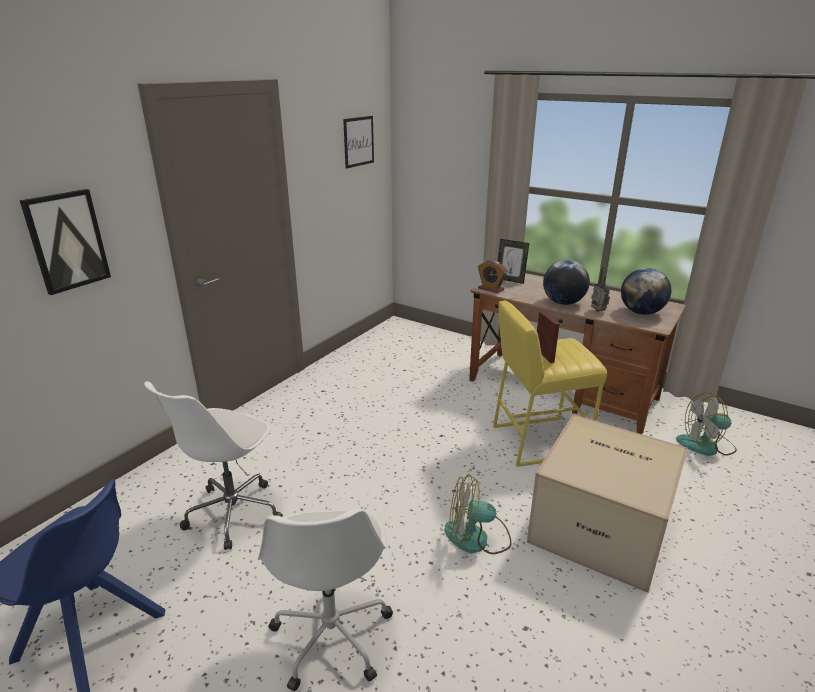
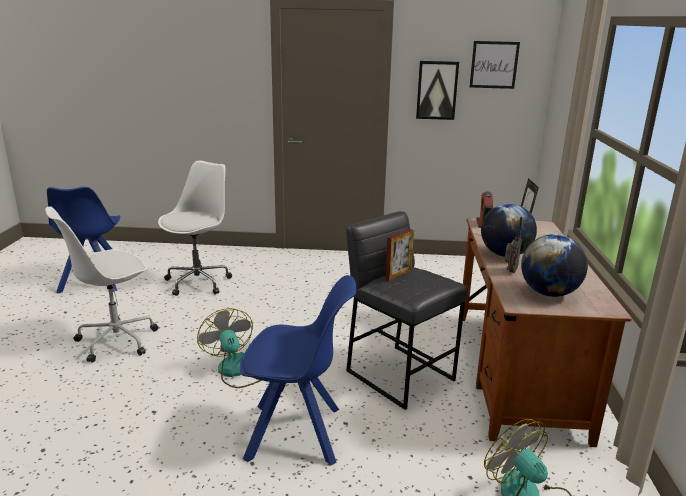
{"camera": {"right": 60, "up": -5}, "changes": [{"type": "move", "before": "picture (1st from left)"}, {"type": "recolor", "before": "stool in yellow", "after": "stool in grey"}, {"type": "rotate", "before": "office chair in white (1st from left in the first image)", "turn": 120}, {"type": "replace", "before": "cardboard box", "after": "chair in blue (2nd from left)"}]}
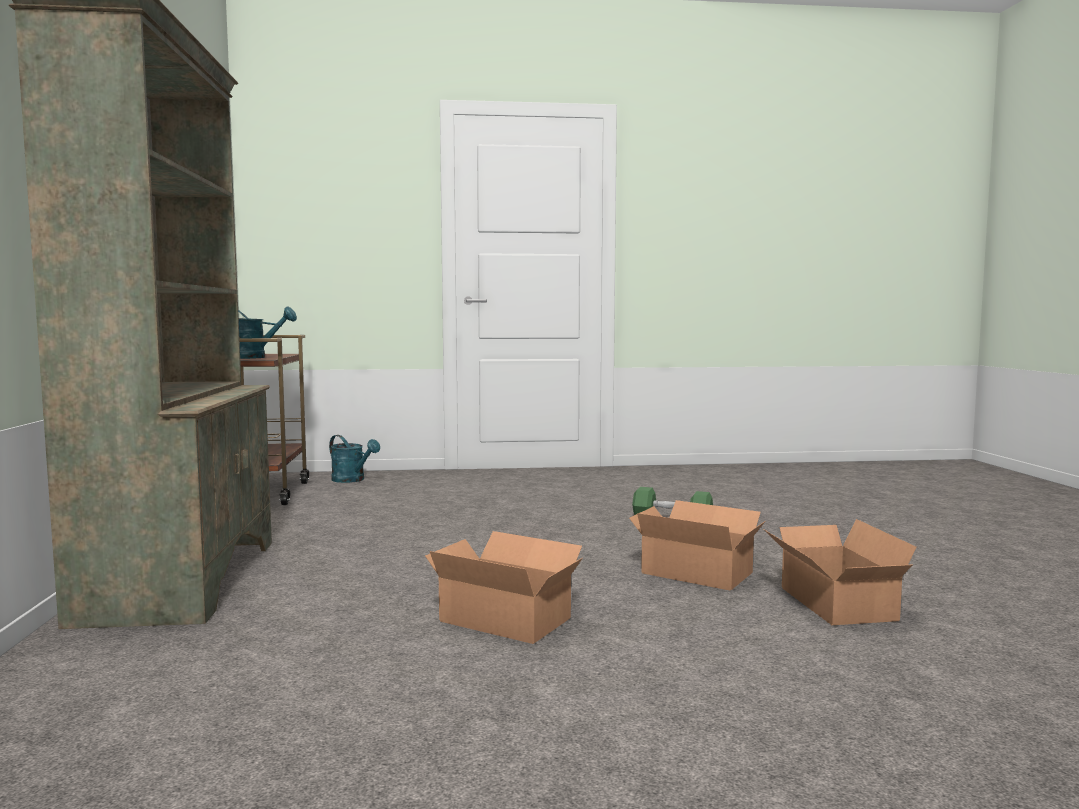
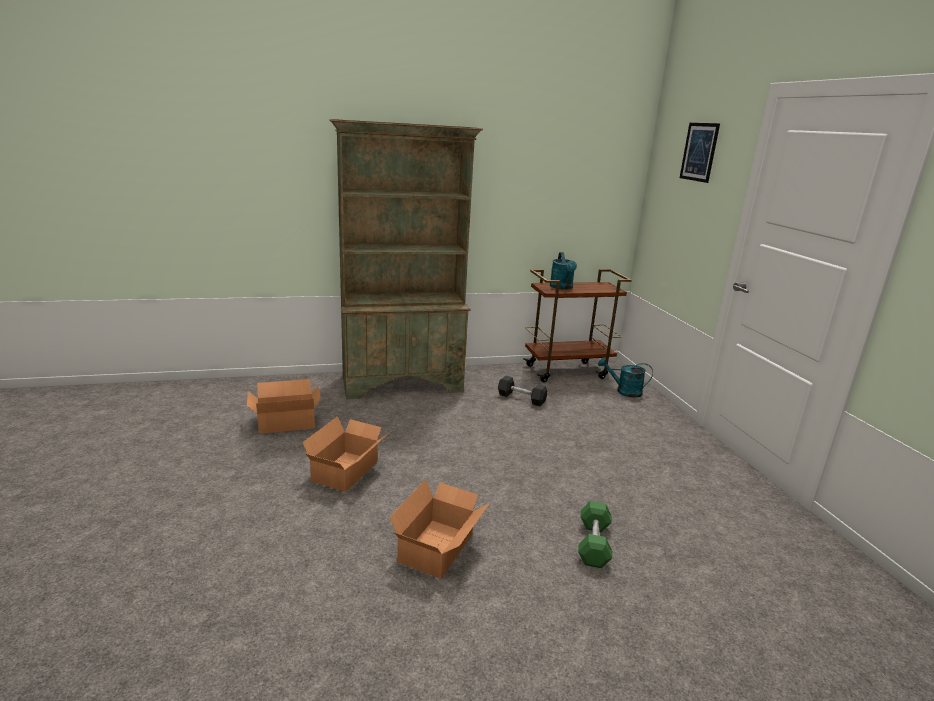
{"camera": {"right": 80, "up": 15}, "changes": [{"type": "rotate", "before": "watering can in turquoise (2nd from left)", "turn": 75}, {"type": "move", "before": "cardboard box (3rd from left in the first image)", "after": "cardboard box (1st from left)"}, {"type": "insert", "after": "picture"}, {"type": "insert", "after": "dumbbell in grey"}]}
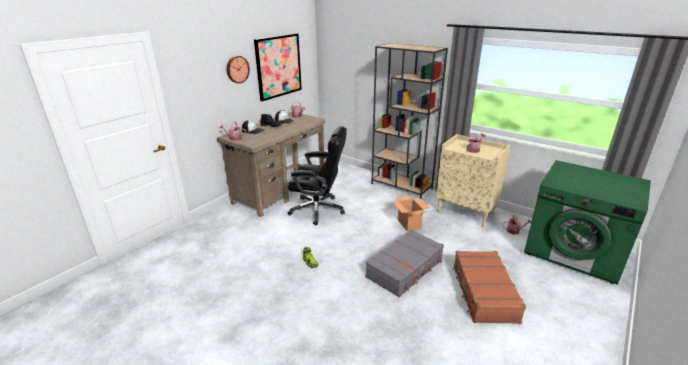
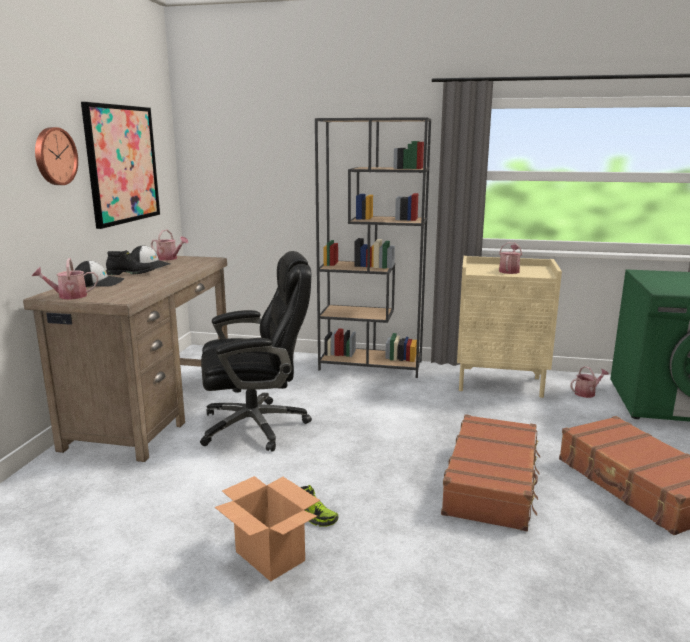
{"camera": {"right": -25, "up": -10}, "changes": [{"type": "move", "before": "cardboard box"}, {"type": "recolor", "before": "suitcase in grey", "after": "suitcase in brown (1st from left)"}]}
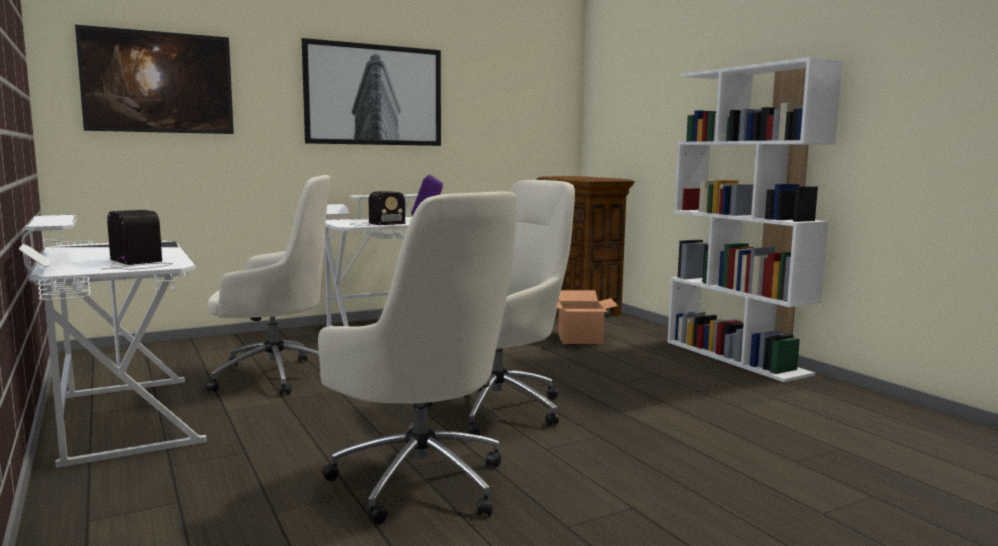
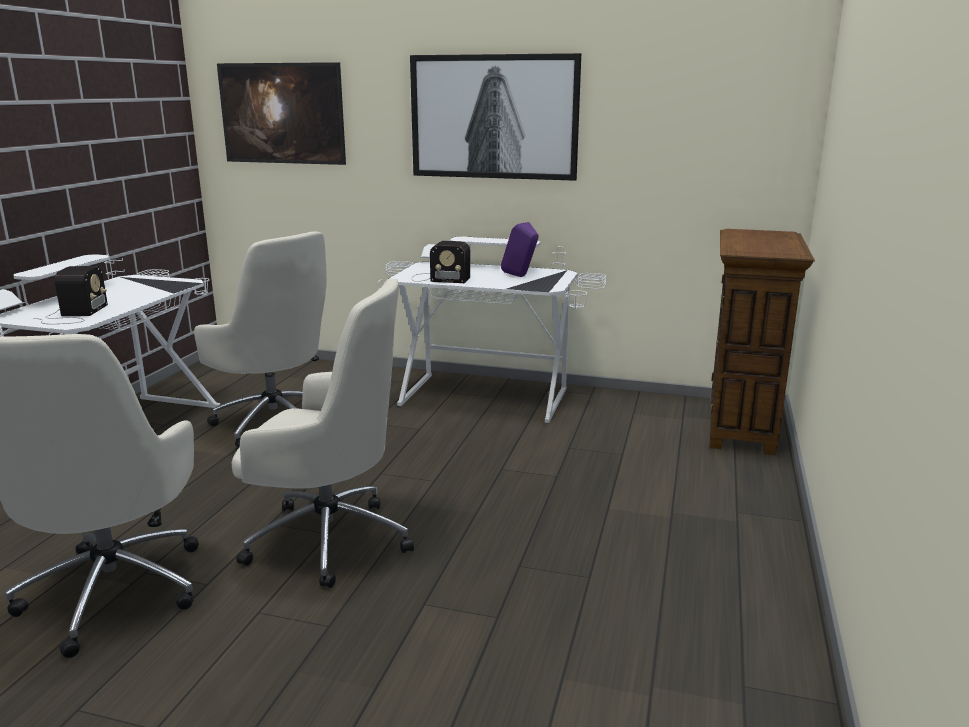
{"camera": {"right": 45, "up": 10}, "changes": [{"type": "delete", "before": "bookcase in white"}, {"type": "delete", "before": "cardboard box"}]}
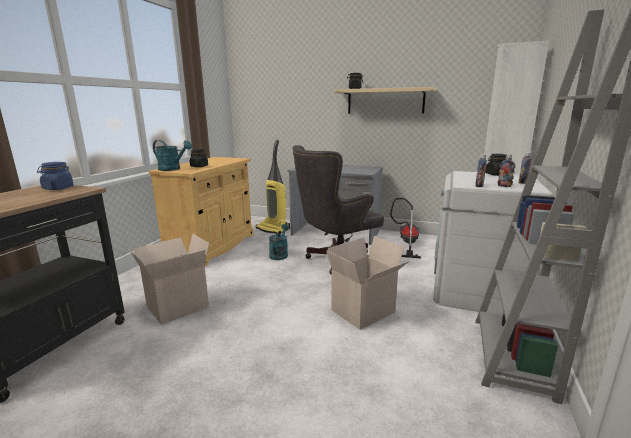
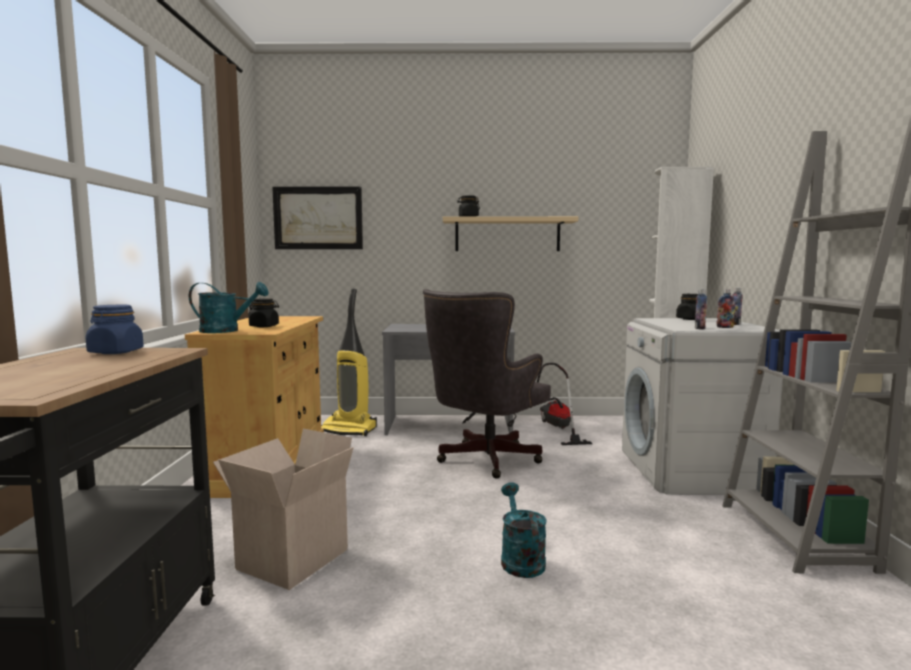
{"camera": {"right": -20, "up": -10}, "changes": [{"type": "move", "before": "watering can in turquoise (2nd from left)"}, {"type": "delete", "before": "cardboard box (2nd from left)"}, {"type": "insert", "after": "picture"}]}
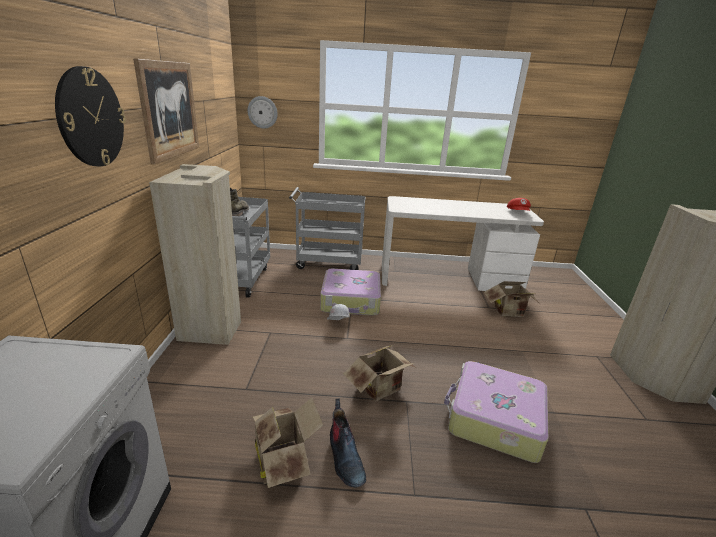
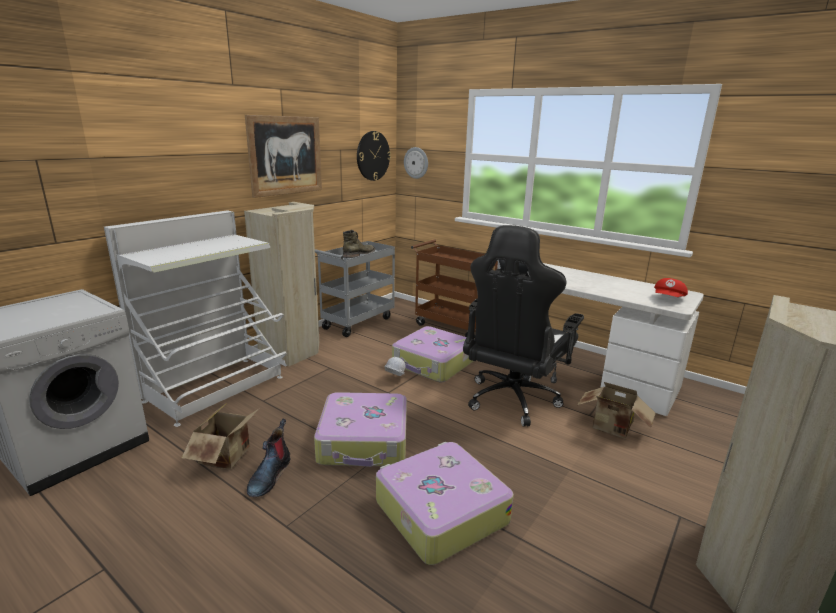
{"camera": {"right": 35, "up": -5}, "changes": [{"type": "move", "before": "wall clock (1st from left)"}, {"type": "recolor", "before": "cart in grey (2nd from left)", "after": "cart in brown"}, {"type": "replace", "before": "cardboard box (2nd from left)", "after": "suitcase (1st from left)"}, {"type": "insert", "after": "shoe rack in white"}, {"type": "insert", "after": "office chair in black"}]}
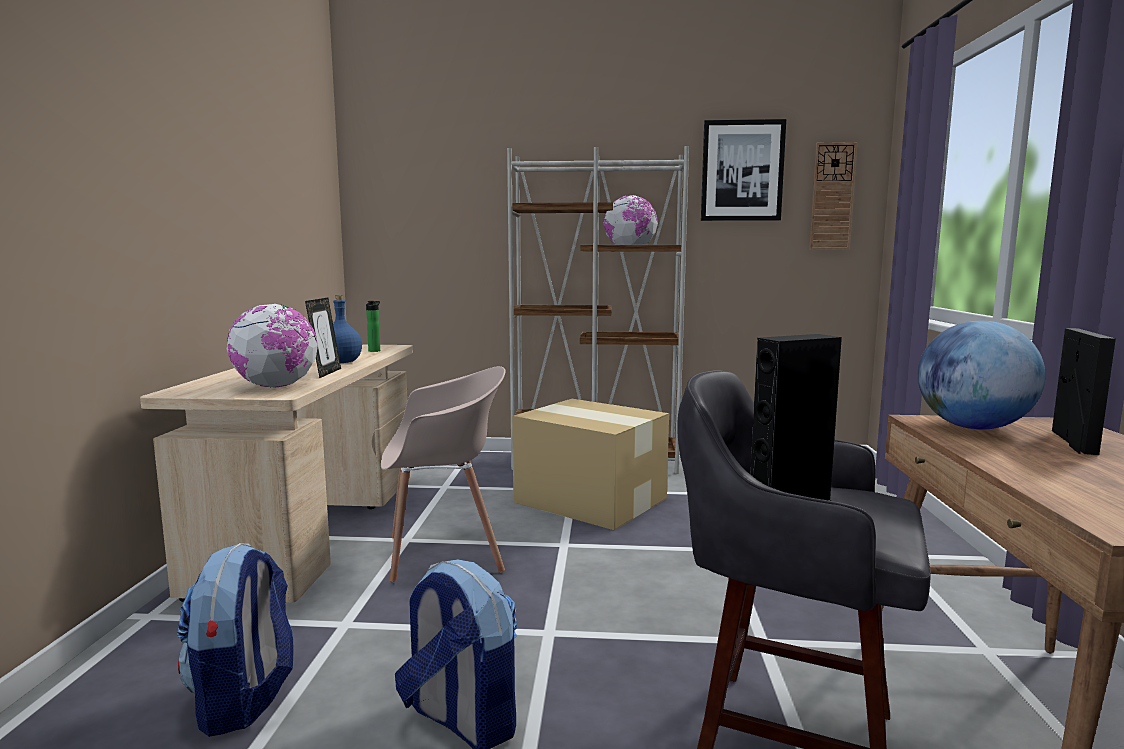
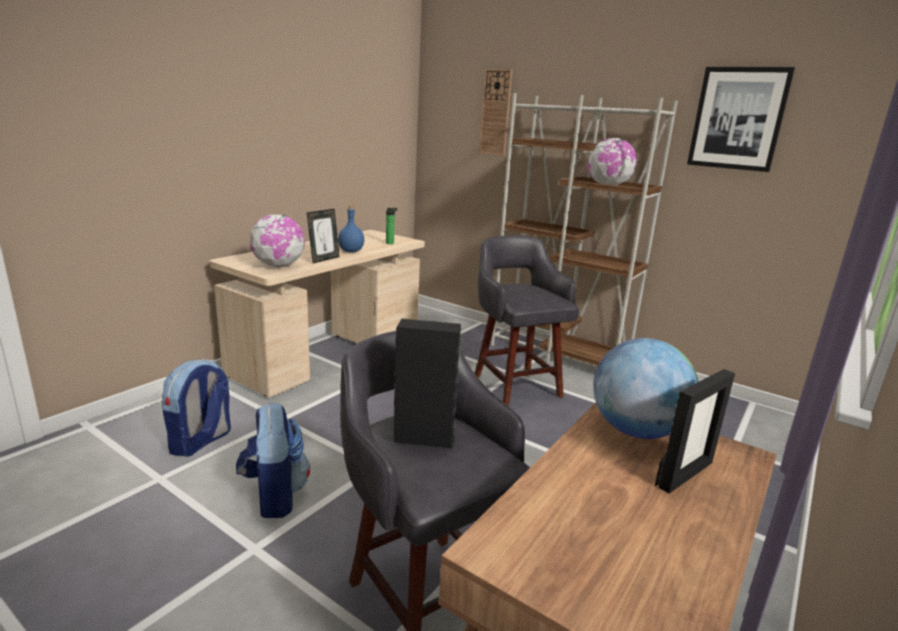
{"camera": {"right": 30, "up": 10}, "changes": [{"type": "move", "before": "wall clock"}, {"type": "delete", "before": "chair in beige"}, {"type": "replace", "before": "cardboard box", "after": "stool in grey (2nd from left)"}]}
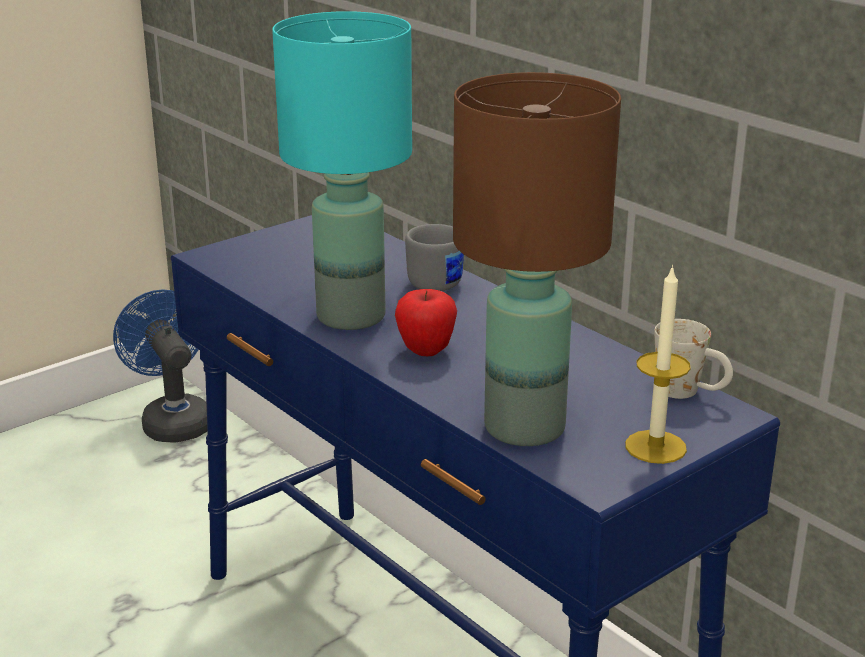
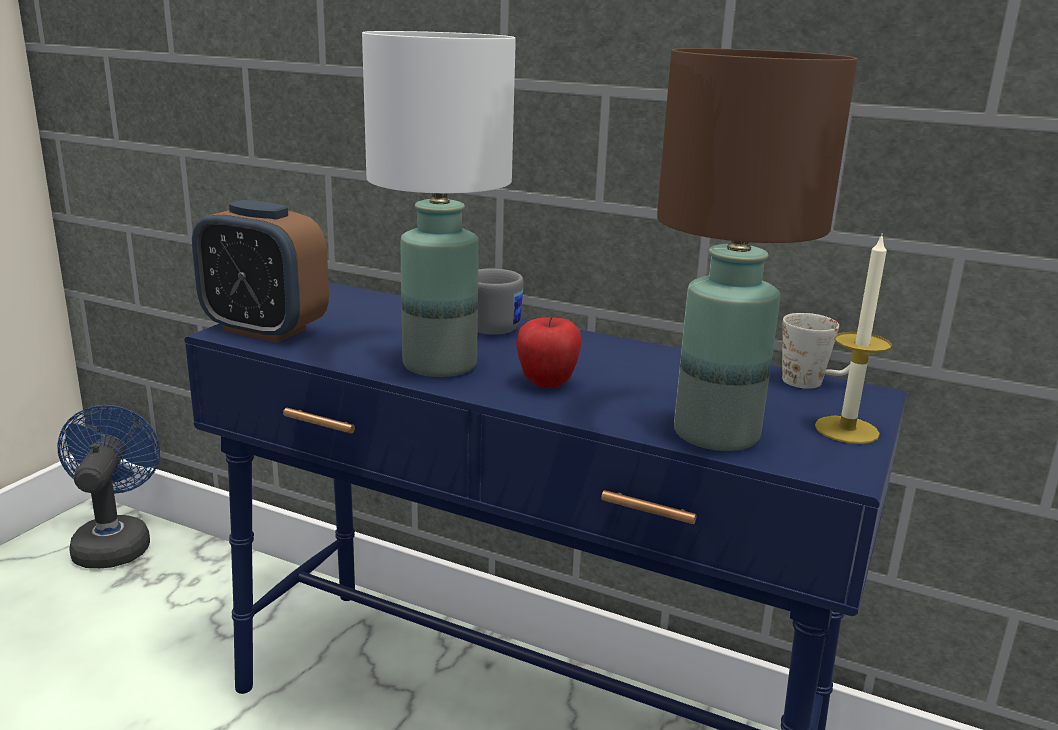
{"camera": {"right": -25, "up": -5}, "changes": [{"type": "recolor", "before": "table lamp in turquoise", "after": "table lamp in white"}, {"type": "rotate", "before": "fan in blue", "turn": 45}, {"type": "insert", "after": "alarm clock"}]}
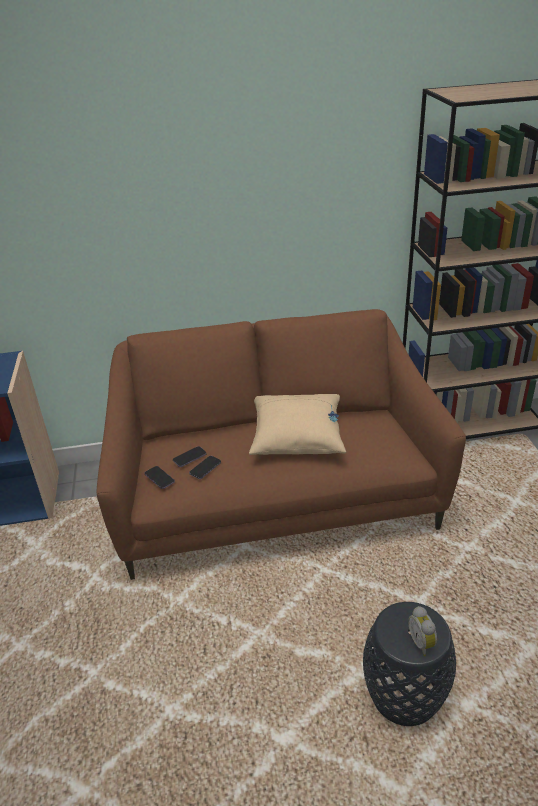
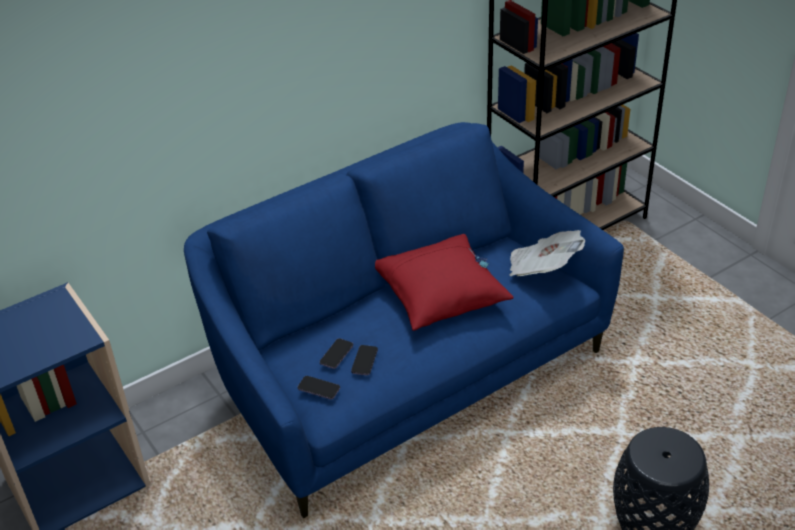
{"camera": {"right": -25, "up": 5}, "changes": [{"type": "recolor", "before": "sofa in brown", "after": "sofa in blue"}, {"type": "recolor", "before": "pillow in beige", "after": "pillow in red"}, {"type": "delete", "before": "alarm clock"}, {"type": "insert", "after": "newspaper"}]}
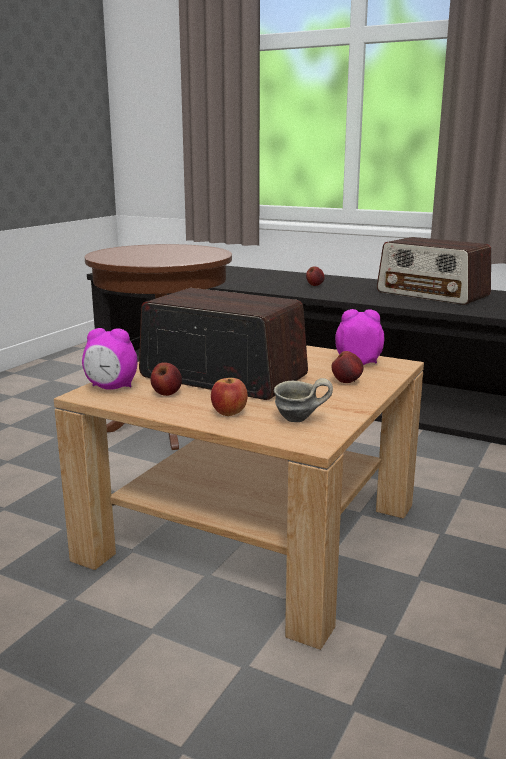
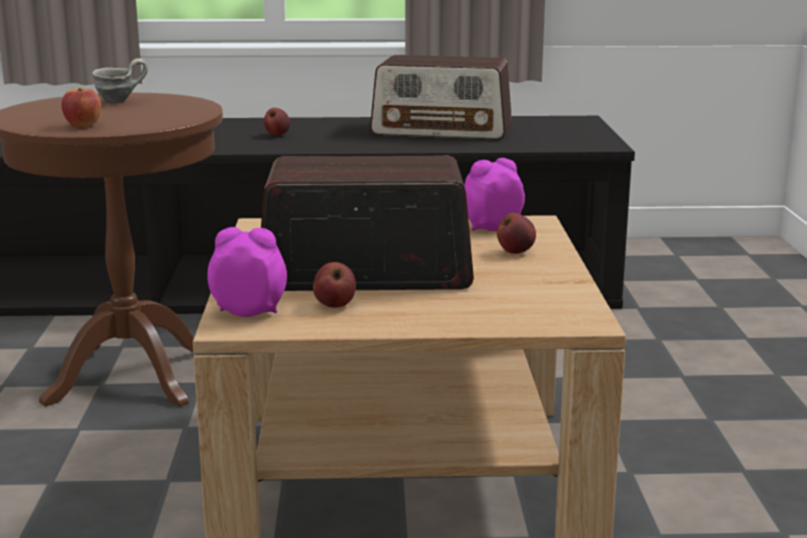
{"camera": {"right": -30, "up": 0}, "changes": [{"type": "rotate", "before": "alarm clock (1st from left)", "turn": -150}, {"type": "move", "before": "apple (2nd from left in the first image)", "after": "apple (1st from left)"}, {"type": "move", "before": "mug in grey"}]}
